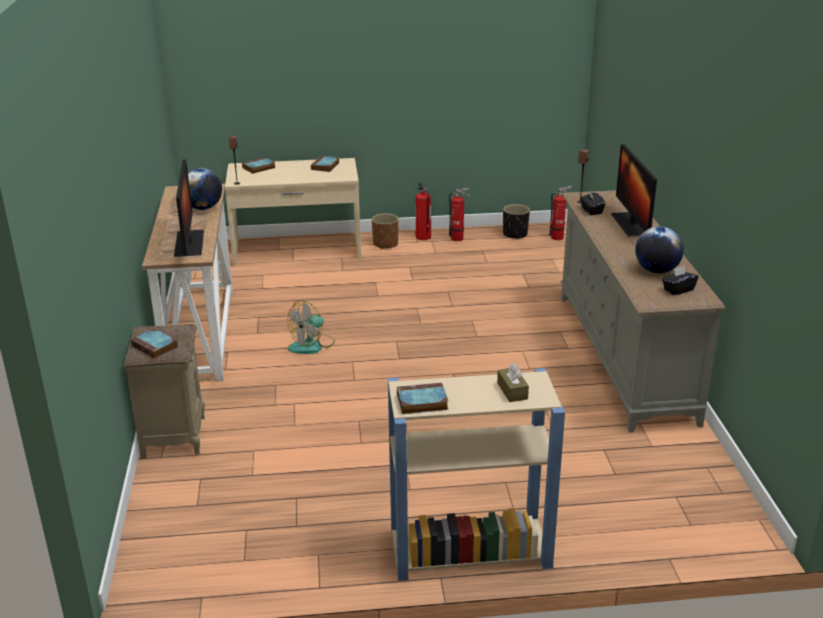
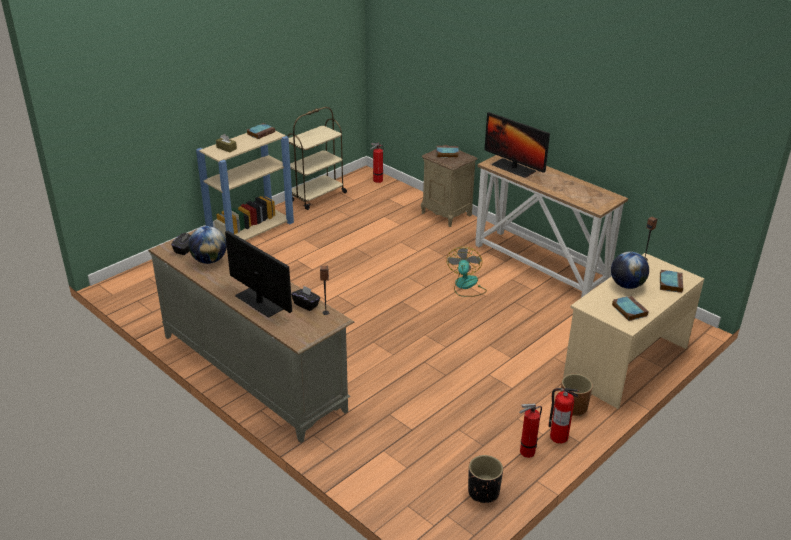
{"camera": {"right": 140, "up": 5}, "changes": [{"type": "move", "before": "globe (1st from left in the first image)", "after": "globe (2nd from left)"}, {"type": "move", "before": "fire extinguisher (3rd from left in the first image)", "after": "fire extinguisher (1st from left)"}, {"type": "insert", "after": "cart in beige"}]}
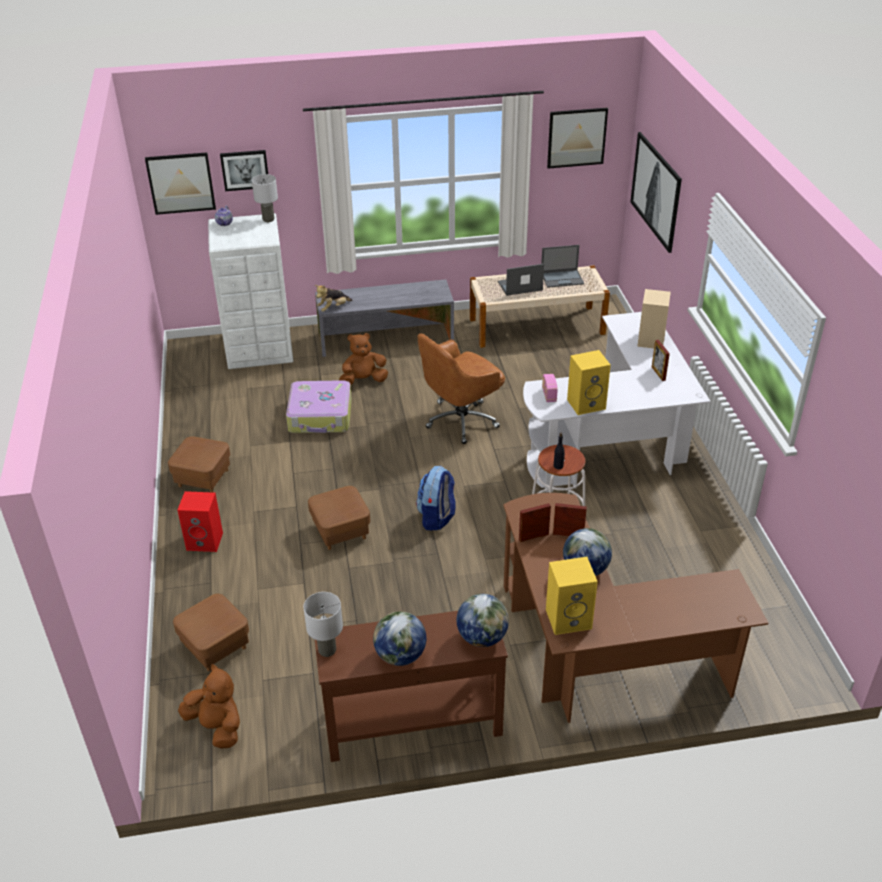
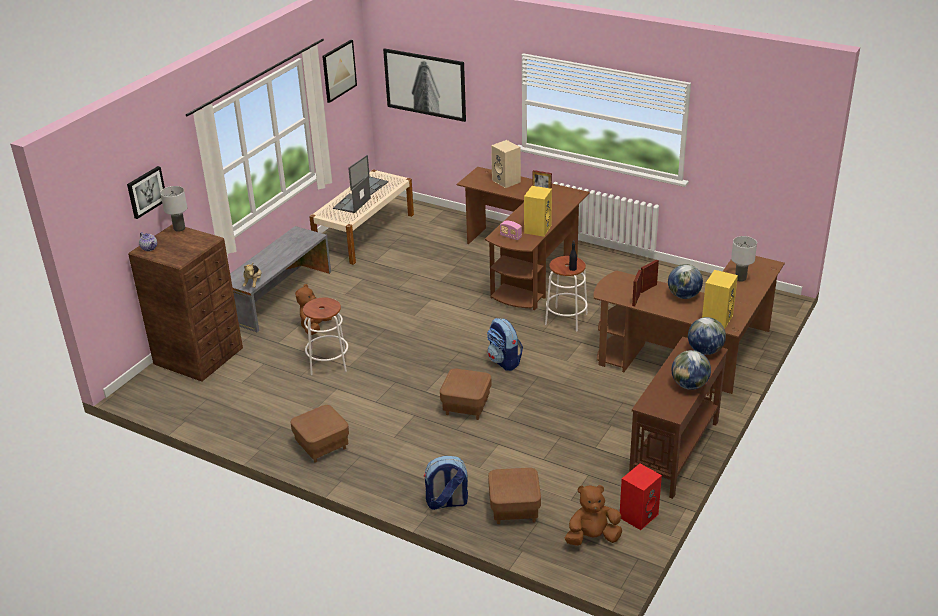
{"camera": {"right": -50, "up": -5}, "changes": [{"type": "delete", "before": "picture (1st from left)"}, {"type": "recolor", "before": "dresser in white", "after": "dresser in brown"}, {"type": "recolor", "before": "desk in white", "after": "desk in brown (1st from left)"}, {"type": "delete", "before": "office chair in brown"}, {"type": "replace", "before": "suitcase", "after": "stool in white (1st from left)"}, {"type": "move", "before": "speaker in red"}, {"type": "move", "before": "table lamp in white (2nd from left)"}, {"type": "insert", "after": "backpack (1st from left)"}]}
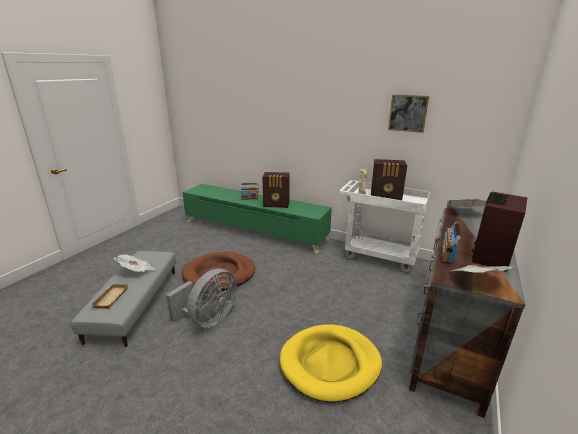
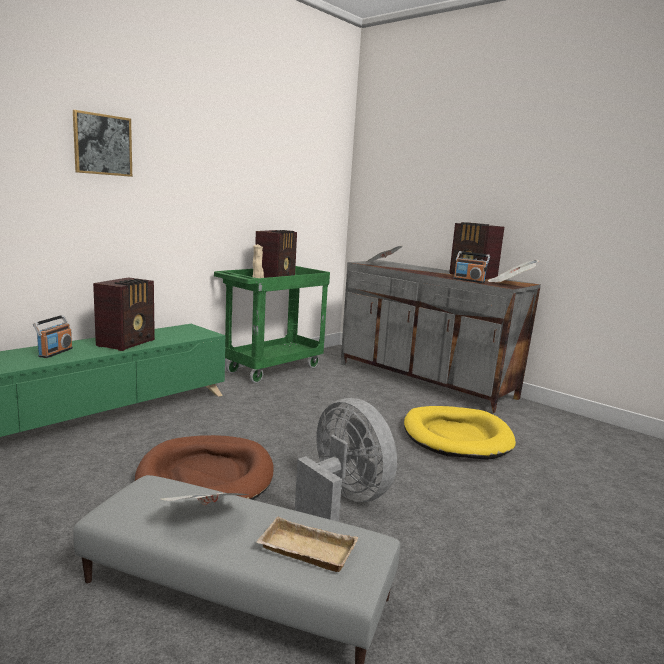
{"camera": {"right": -75, "up": -10}, "changes": [{"type": "move", "before": "picture"}, {"type": "recolor", "before": "cart in white", "after": "cart in green"}]}
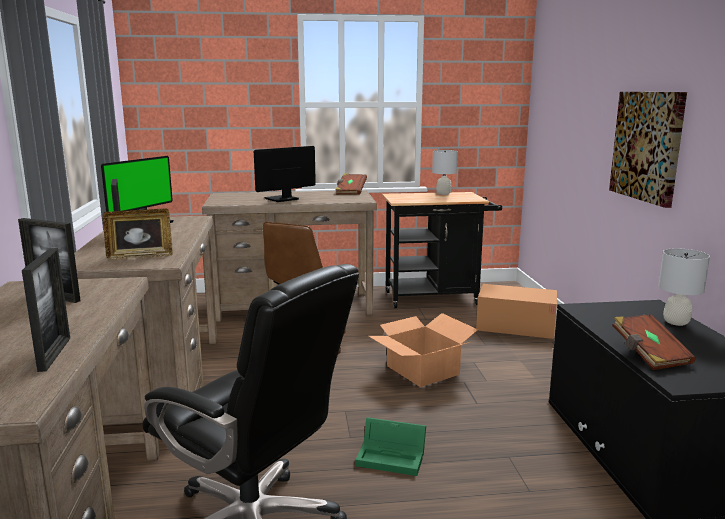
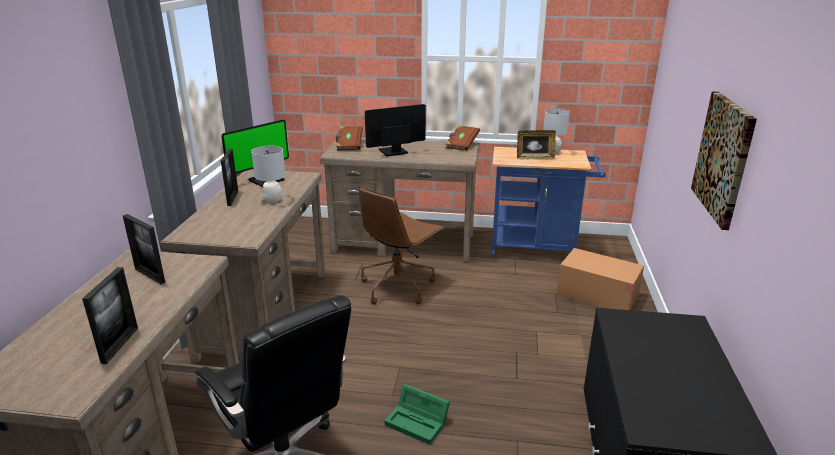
{"camera": {"right": 15, "up": 10}, "changes": [{"type": "recolor", "before": "cart in black", "after": "cart in blue"}, {"type": "move", "before": "picture frame (4th from left)"}, {"type": "move", "before": "table lamp in grey (2nd from left in the first image)", "after": "table lamp in grey (1st from left)"}, {"type": "delete", "before": "cardboard box (1st from left)"}, {"type": "move", "before": "book in brown (2nd from left in the first image)", "after": "book in brown (1st from left)"}]}
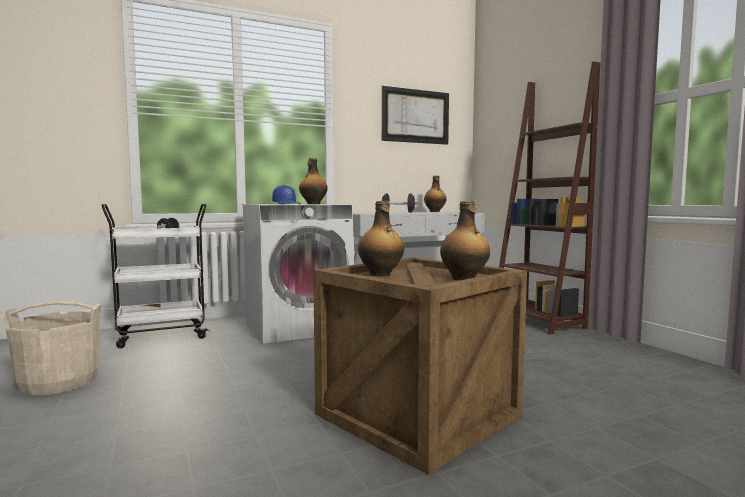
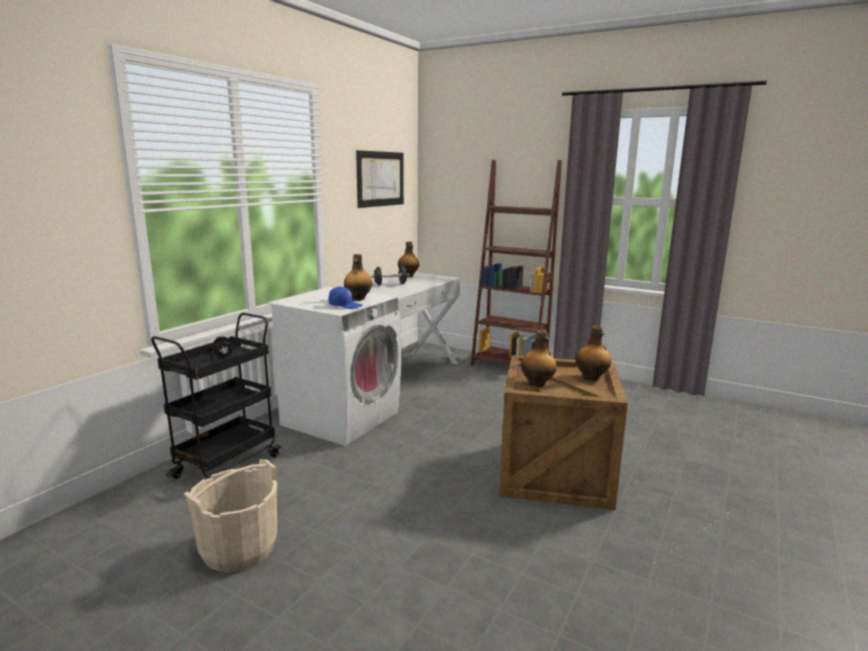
{"camera": {"right": -35, "up": 10}, "changes": [{"type": "recolor", "before": "cart in white", "after": "cart in black"}]}
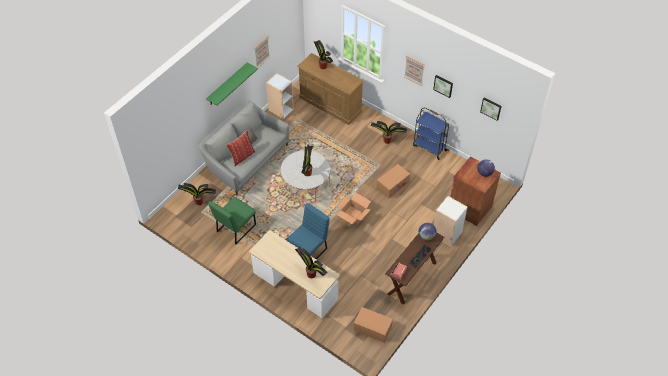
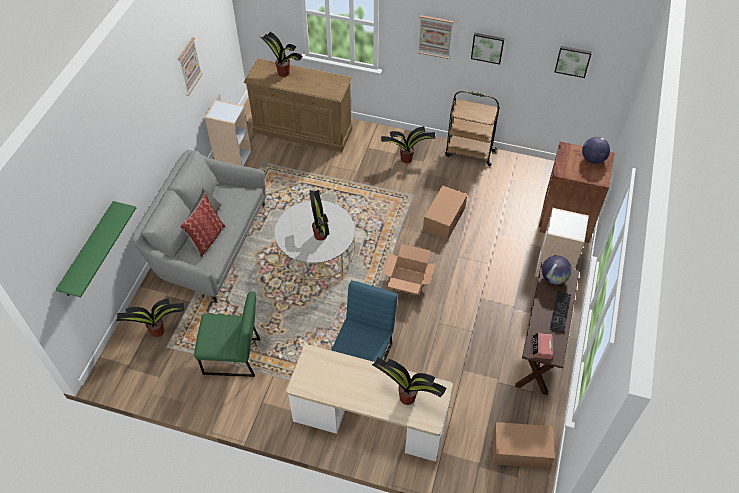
{"camera": {"right": -20, "up": 0}, "changes": [{"type": "move", "before": "shelf in green"}, {"type": "recolor", "before": "cart in blue", "after": "cart in brown"}, {"type": "rotate", "before": "chair in green", "turn": -105}]}
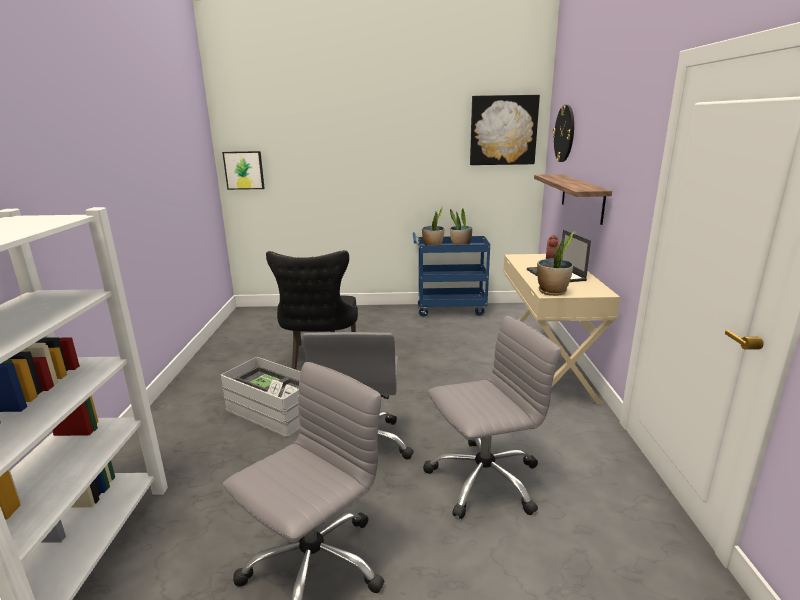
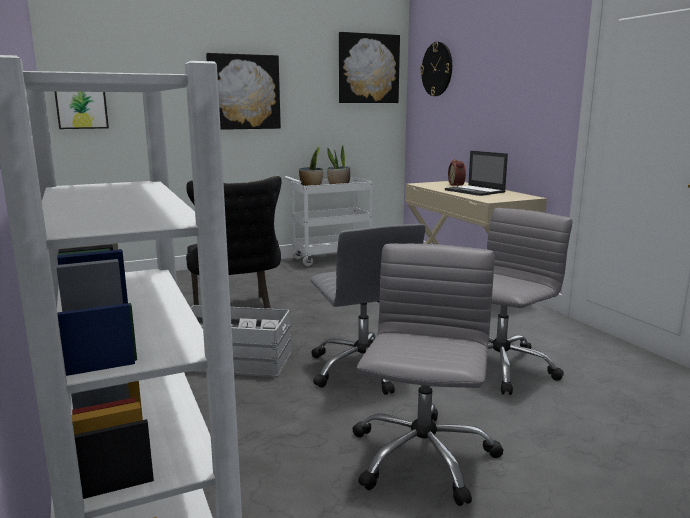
{"camera": {"right": -25, "up": -5}, "changes": [{"type": "delete", "before": "shelf"}, {"type": "delete", "before": "potted plant (3rd from left)"}, {"type": "recolor", "before": "cart in blue", "after": "cart in white"}, {"type": "insert", "after": "picture (2nd from left)"}]}
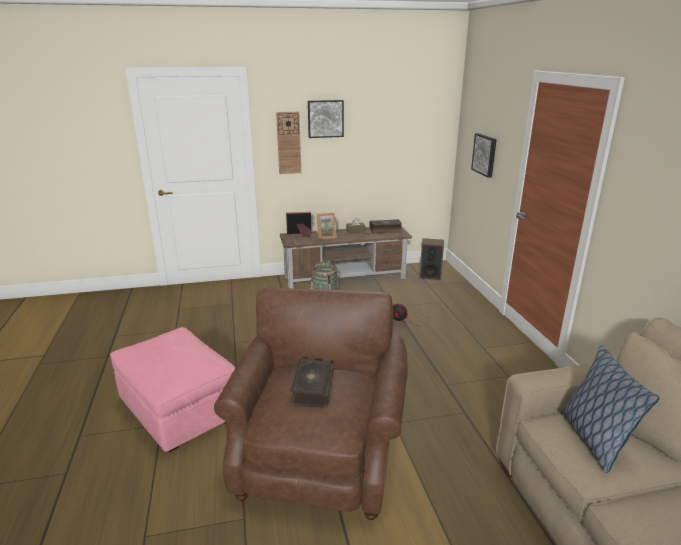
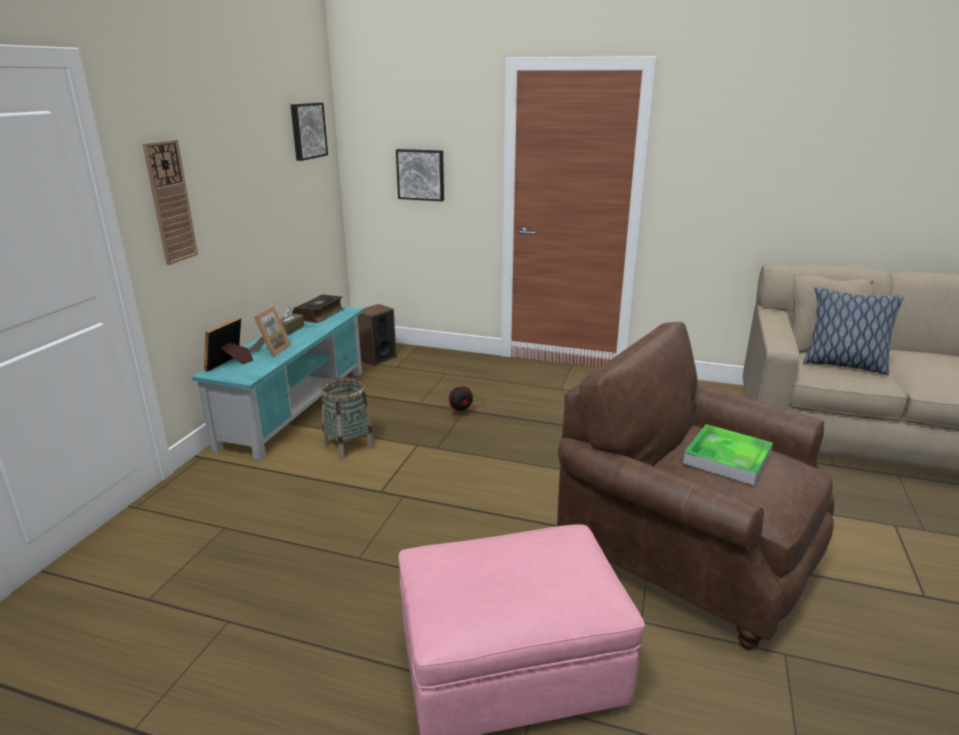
{"camera": {"right": -60, "up": 0}, "changes": [{"type": "move", "before": "picture (1st from left)"}, {"type": "recolor", "before": "tv stand in brown", "after": "tv stand in turquoise"}, {"type": "replace", "before": "book (1st from left)", "after": "tray"}]}
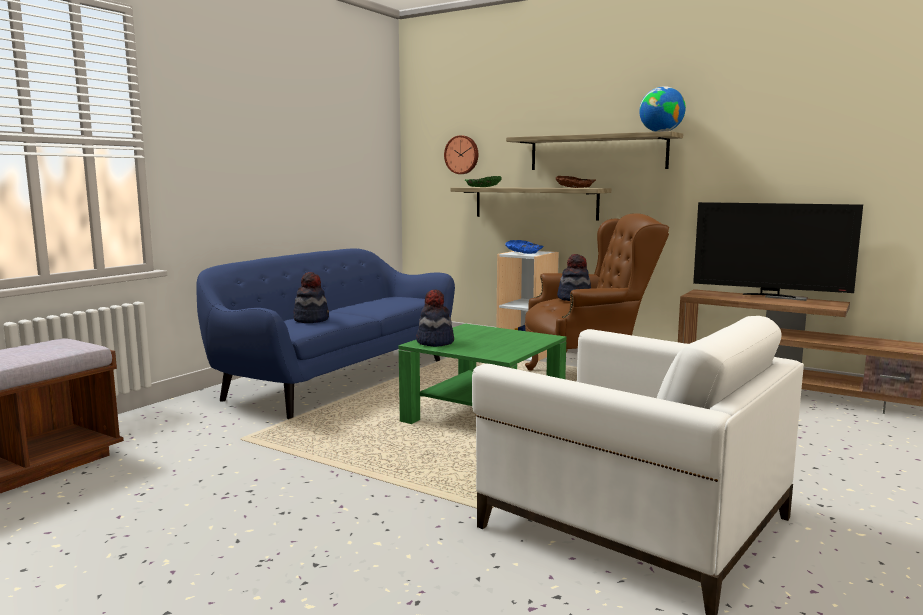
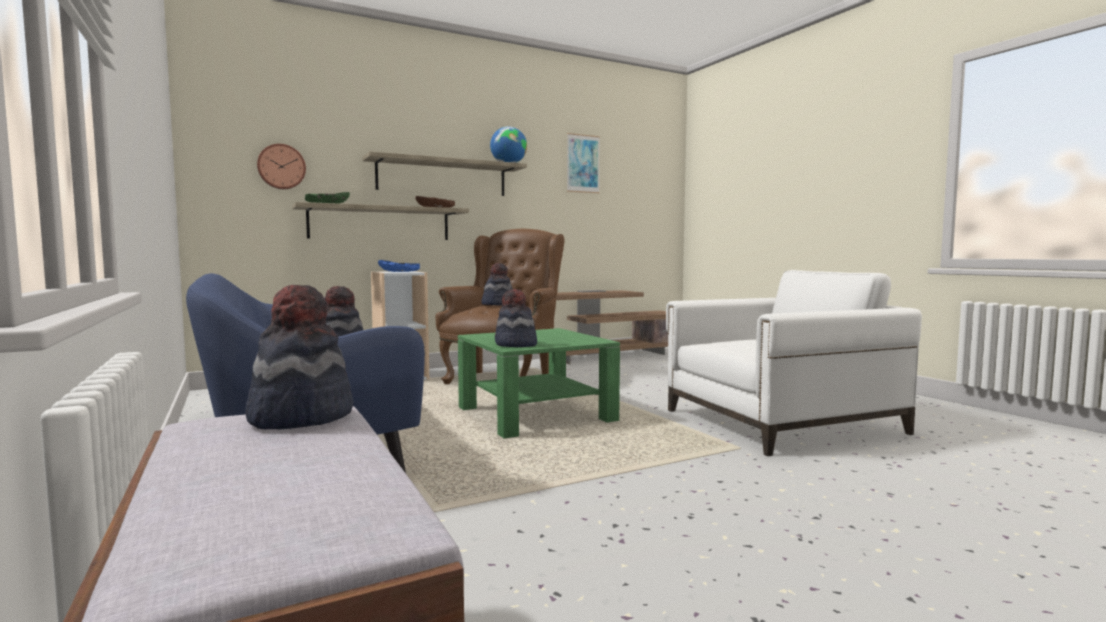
{"camera": {"right": -60, "up": -5}, "changes": [{"type": "delete", "before": "television"}, {"type": "insert", "after": "picture"}, {"type": "insert", "after": "hat (1st from left)"}]}
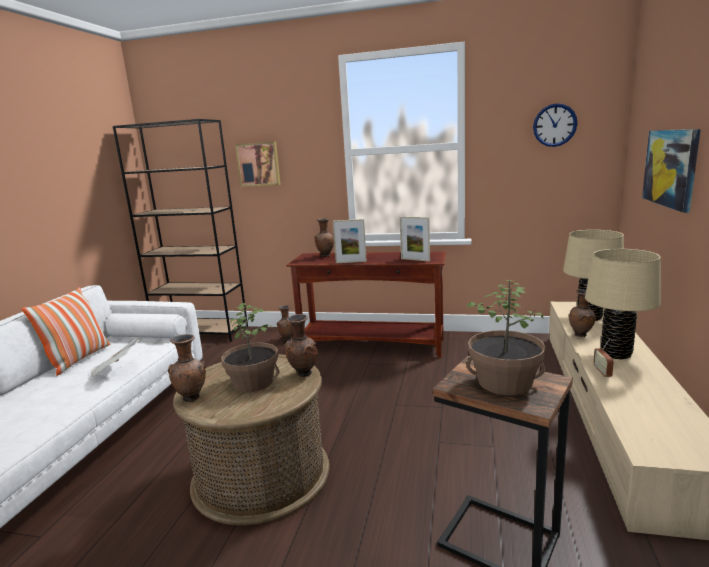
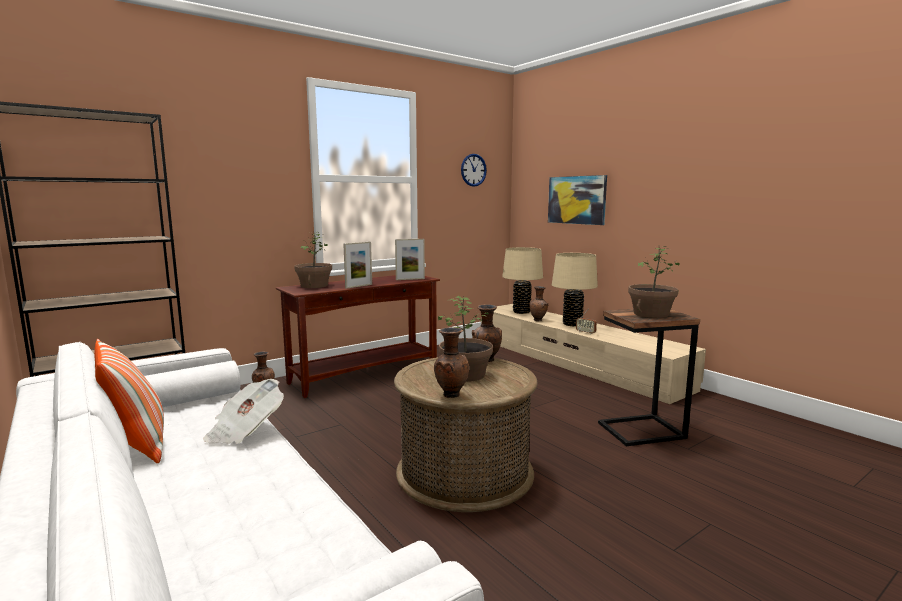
{"camera": {"right": -50, "up": -5}, "changes": [{"type": "delete", "before": "picture (1st from left)"}, {"type": "replace", "before": "vase in brown (4th from left)", "after": "potted plant (1st from left)"}]}
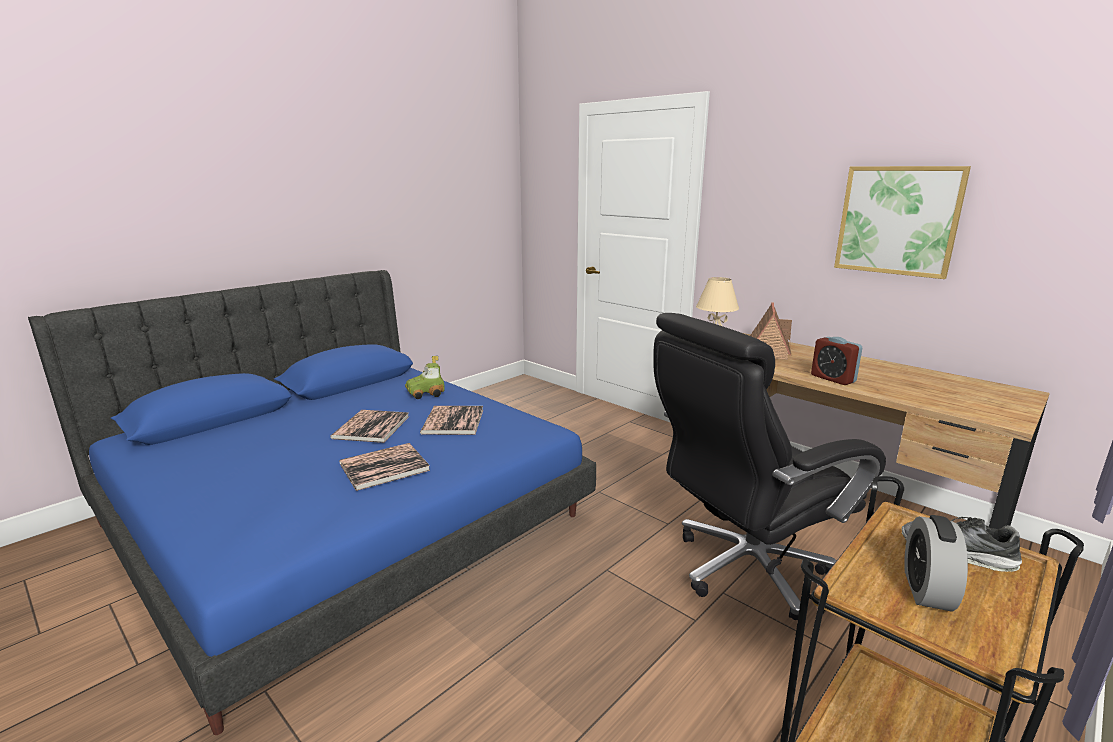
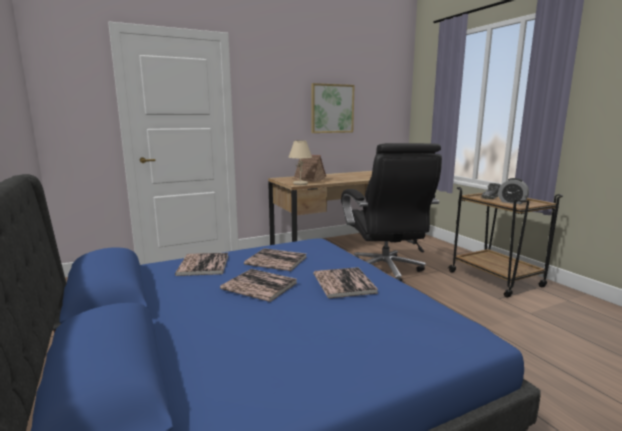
{"camera": {"right": -70, "up": -5}, "changes": [{"type": "delete", "before": "alarm clock (1st from left)"}, {"type": "replace", "before": "toy car", "after": "book (1st from left)"}]}
